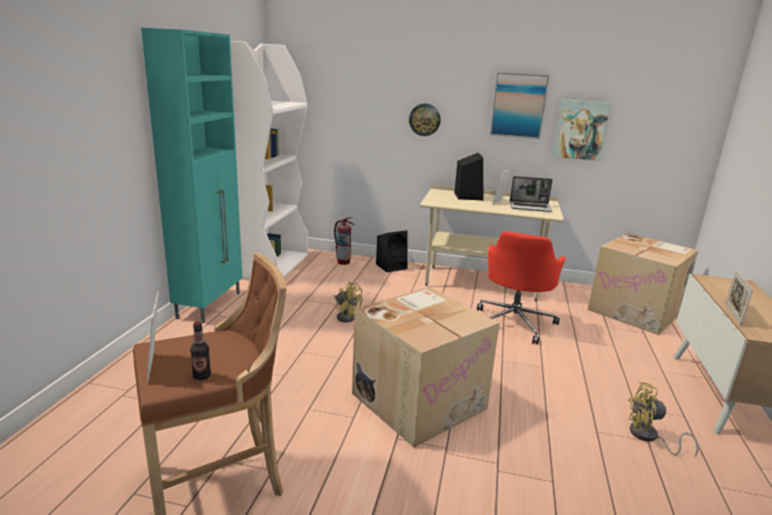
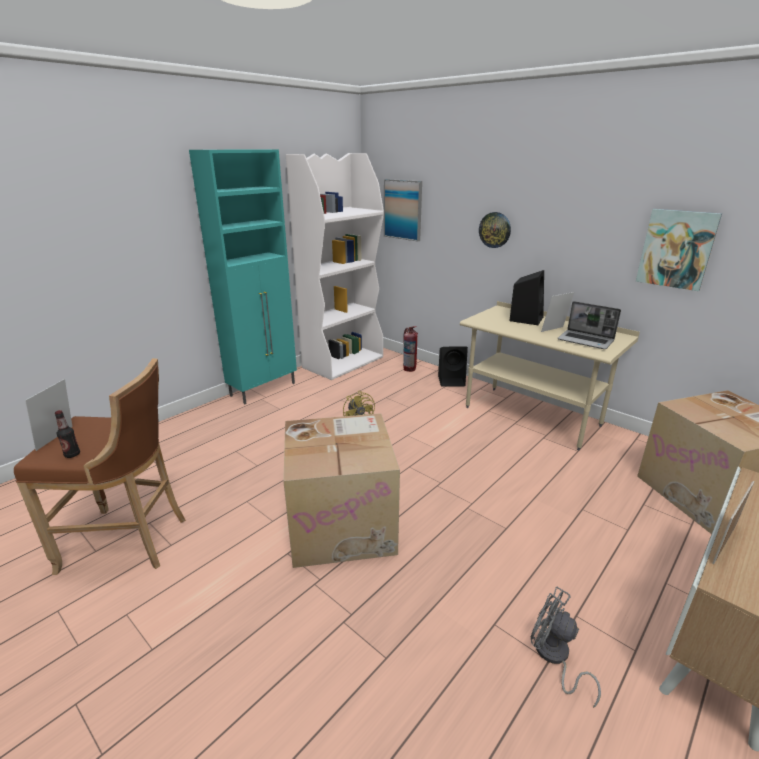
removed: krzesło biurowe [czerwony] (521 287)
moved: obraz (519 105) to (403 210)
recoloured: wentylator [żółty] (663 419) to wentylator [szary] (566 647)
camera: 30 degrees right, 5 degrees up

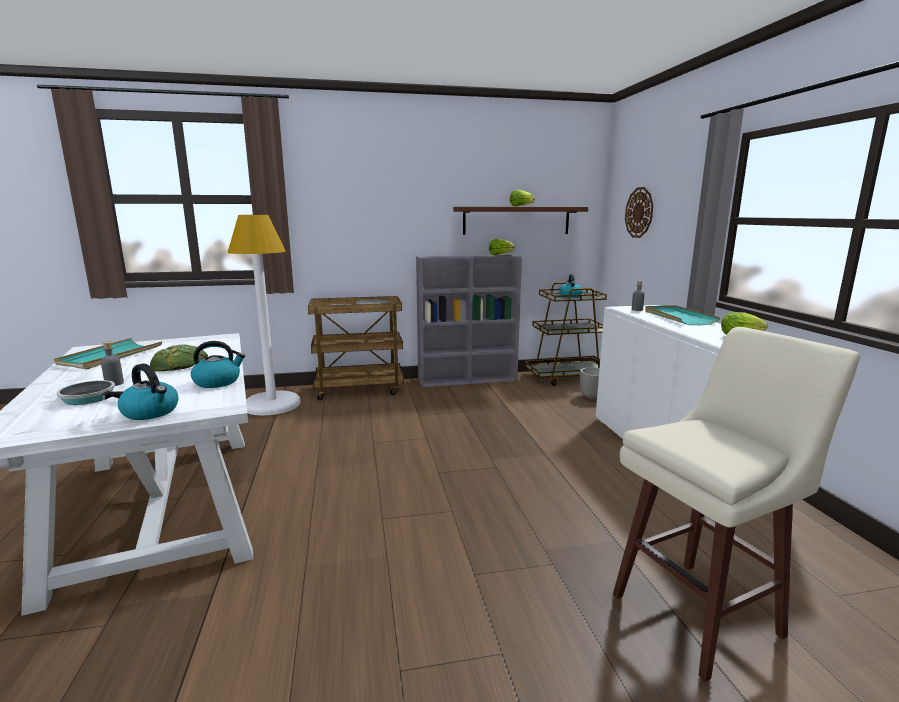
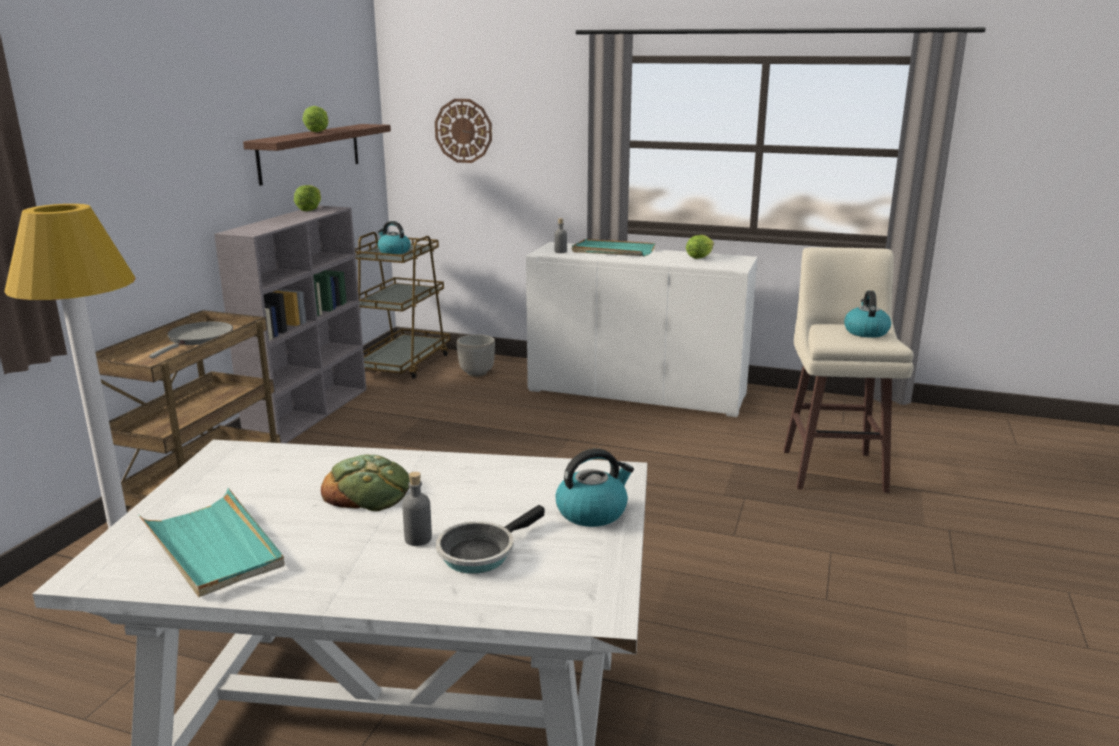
moved: czajnik (218 364) to (867 314)
camera: 60 degrees left, 5 degrees up

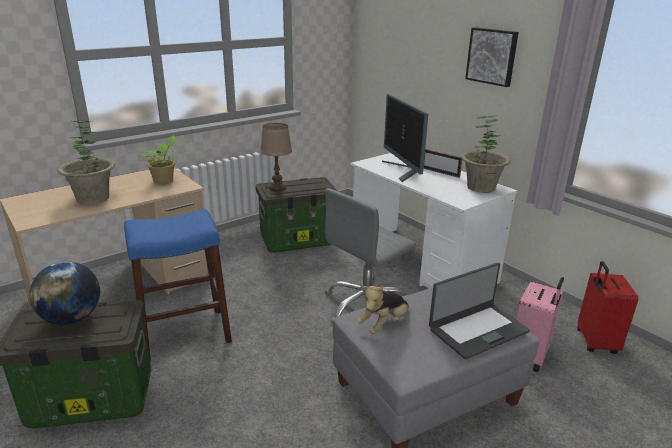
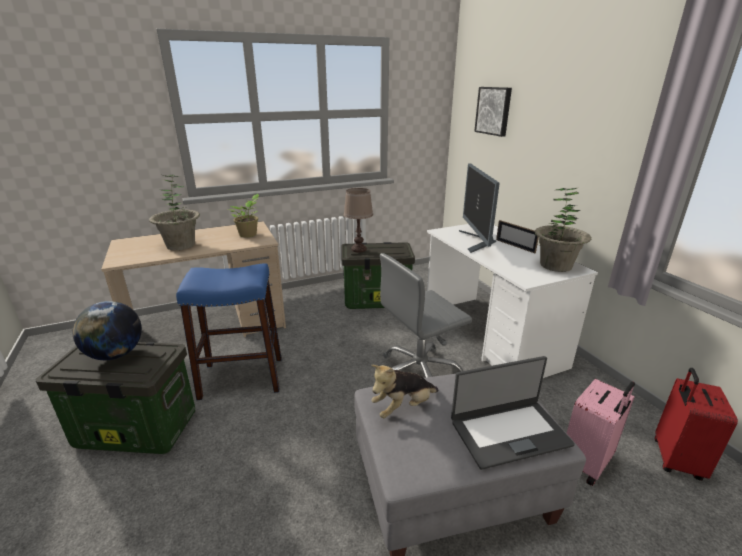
moved: obraz (492 57) to (493 112)
camera: 15 degrees right, 0 degrees up

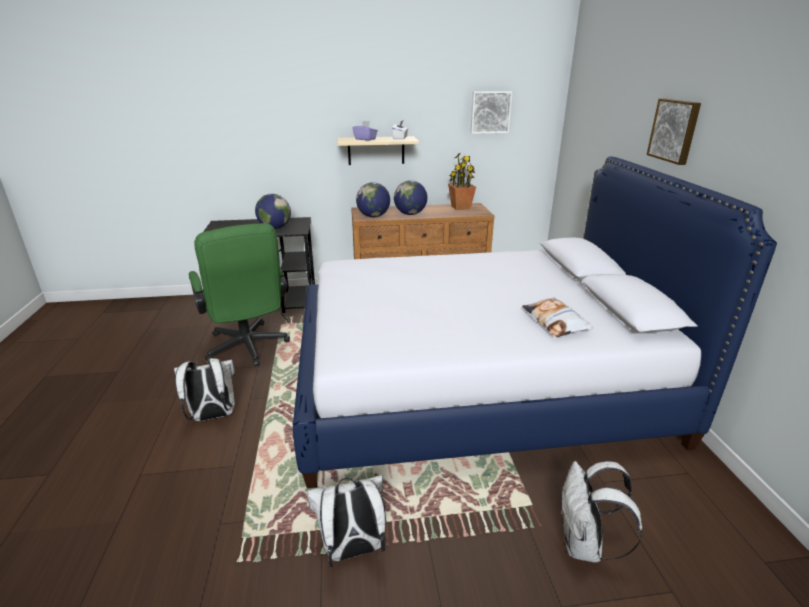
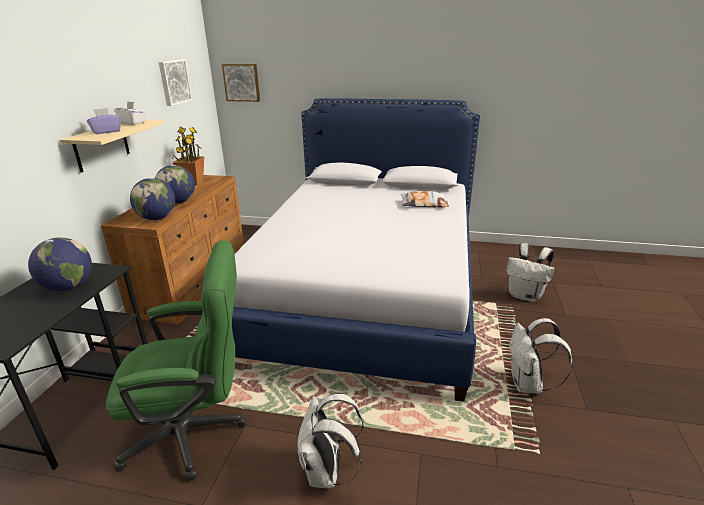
moved: obraz (674 131) to (241 83)
camera: 70 degrees left, 0 degrees up

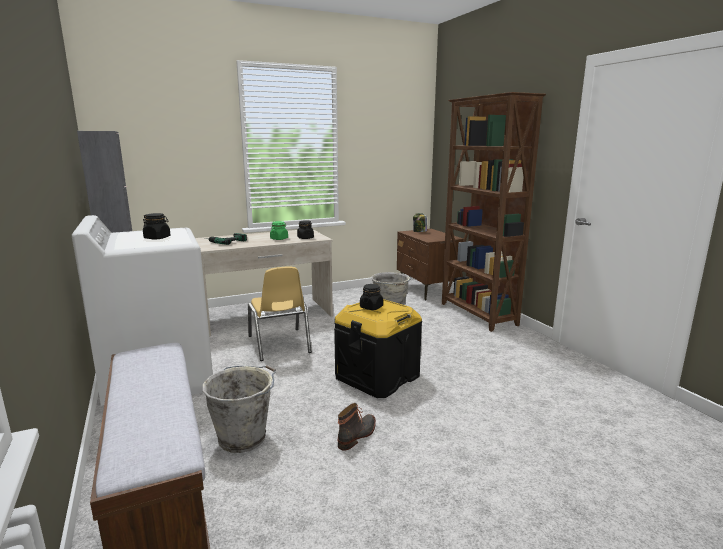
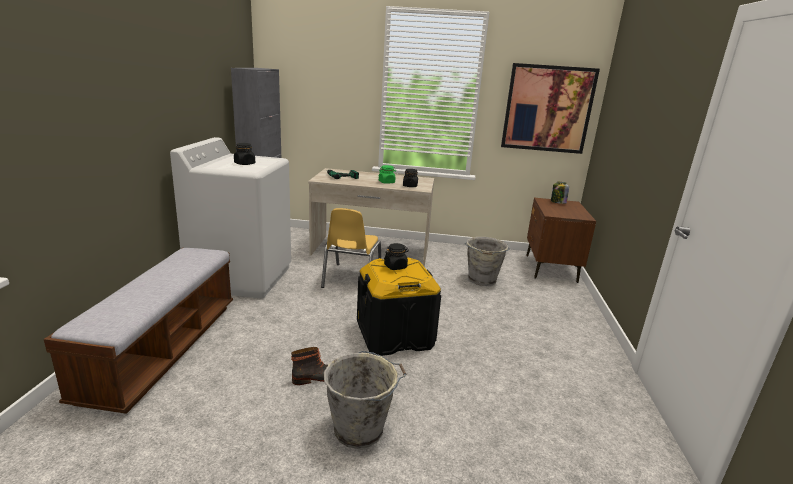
removed: regał [brązowy] (494 212)
added: obraz (550 108)
moved: wiadro [szary] (239 409) to (365 400)
camera: 30 degrees right, 5 degrees up

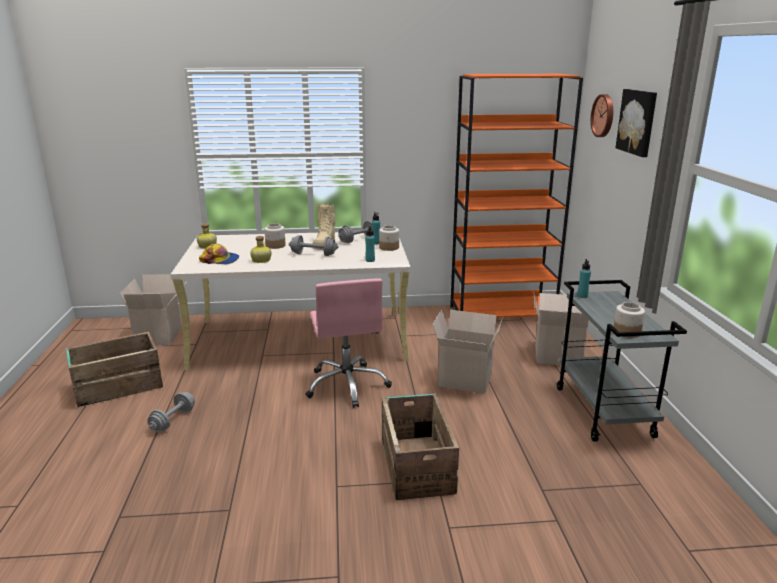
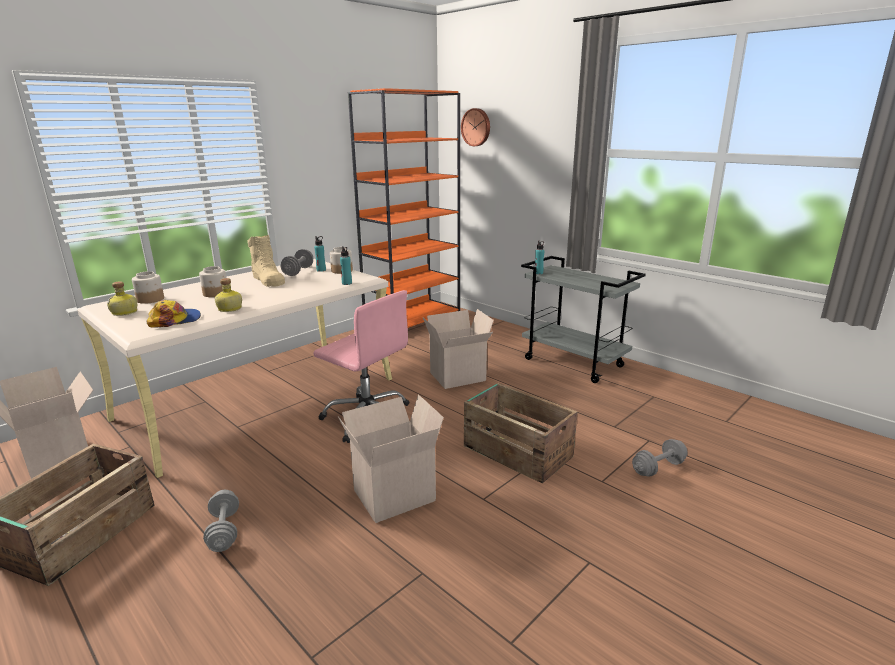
removed: obraz (636 123)
moved: hantel [szary] (313 245) to (660 458); karton (562 329) to (391 459); słoik (629 320) to (148 287)
camera: 40 degrees left, 0 degrees up

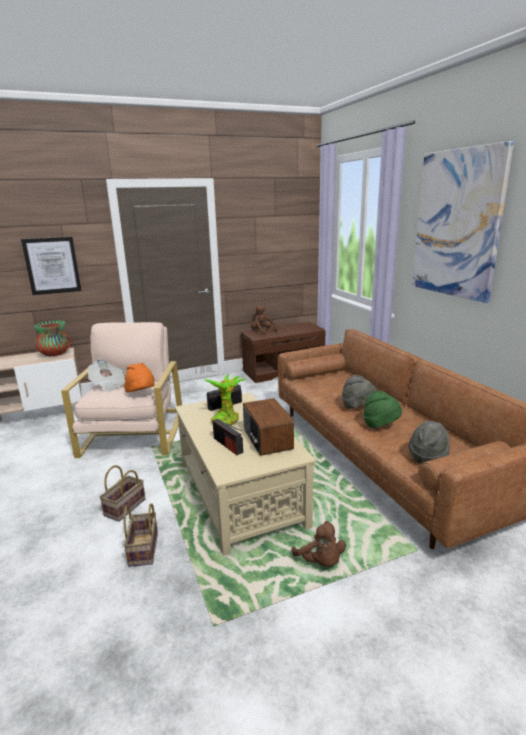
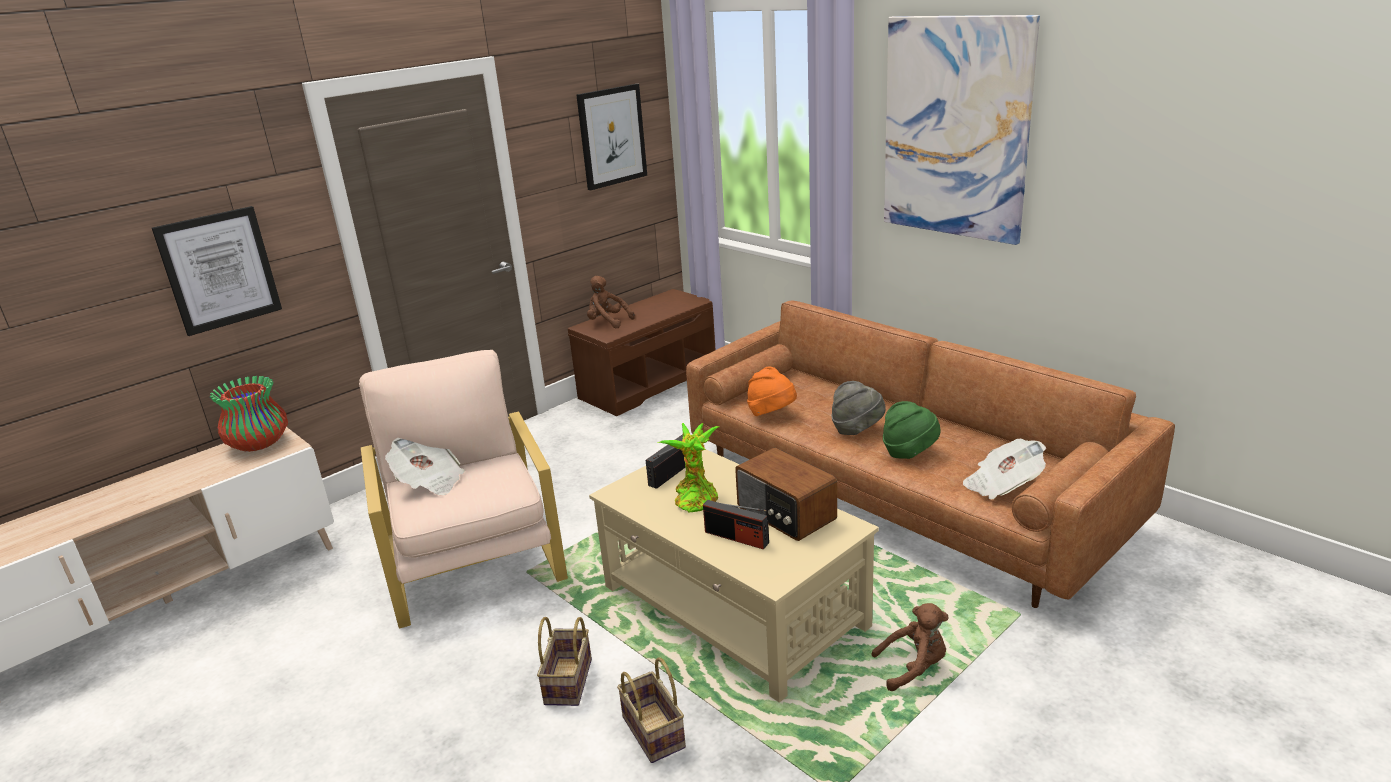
added: obraz (611 137)
moved: kapelusz [pomarańczowy] (139 377) to (772 391)
replaced: kapelusz [szary] (429 442) to gazeta (1004 469)
turned: pluszak [brązowy] (319 544) = (910 647) 45 degrees counterclockwise
camera: 20 degrees left, 5 degrees up

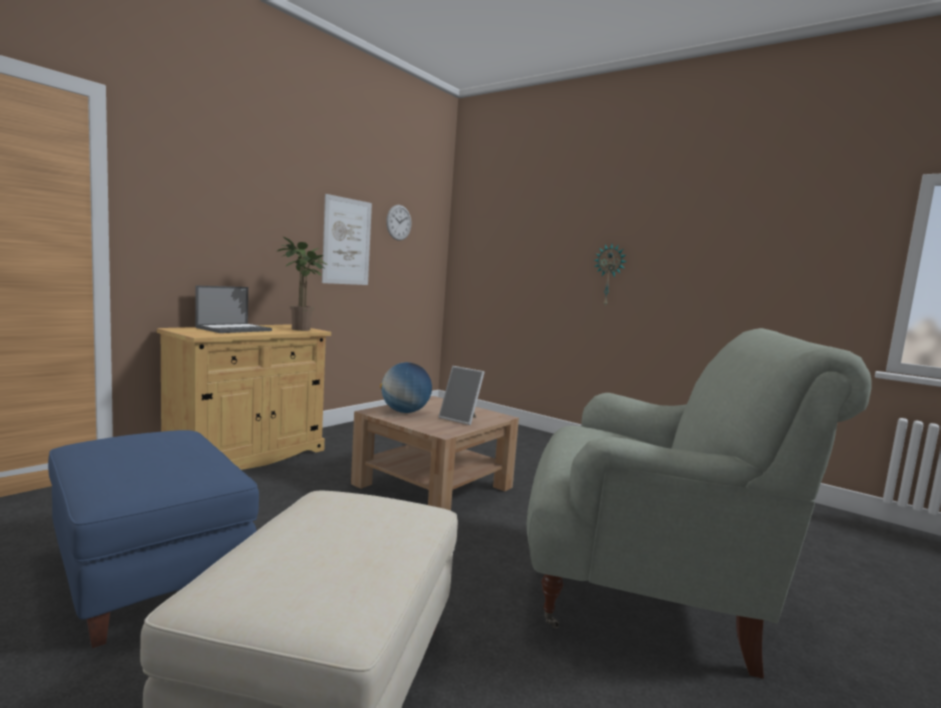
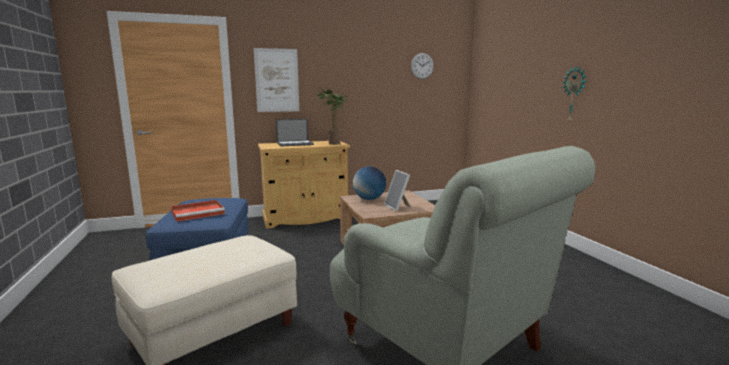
added: taca [czerwony] (198 211)
moved: obraz (347 239) to (276 80)
camera: 35 degrees right, 5 degrees up

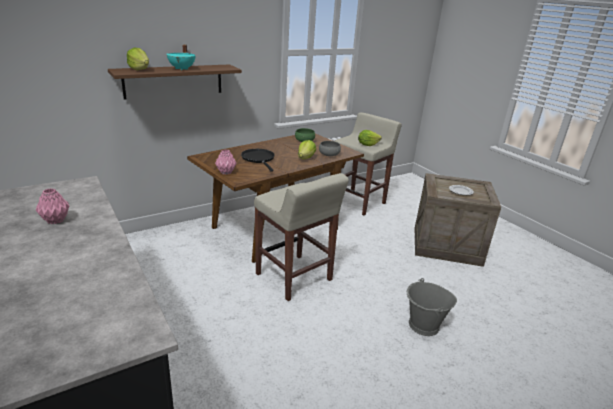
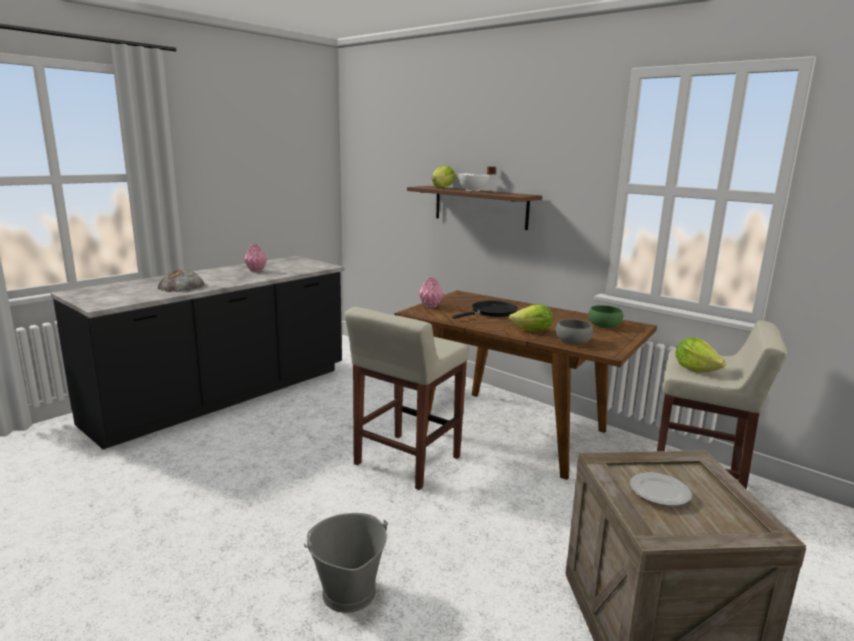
added: chleb (181 281)
recoloured: garnek [turkusowy] (181 57) to garnek [biały] (475 179)
camera: 75 degrees right, 10 degrees down

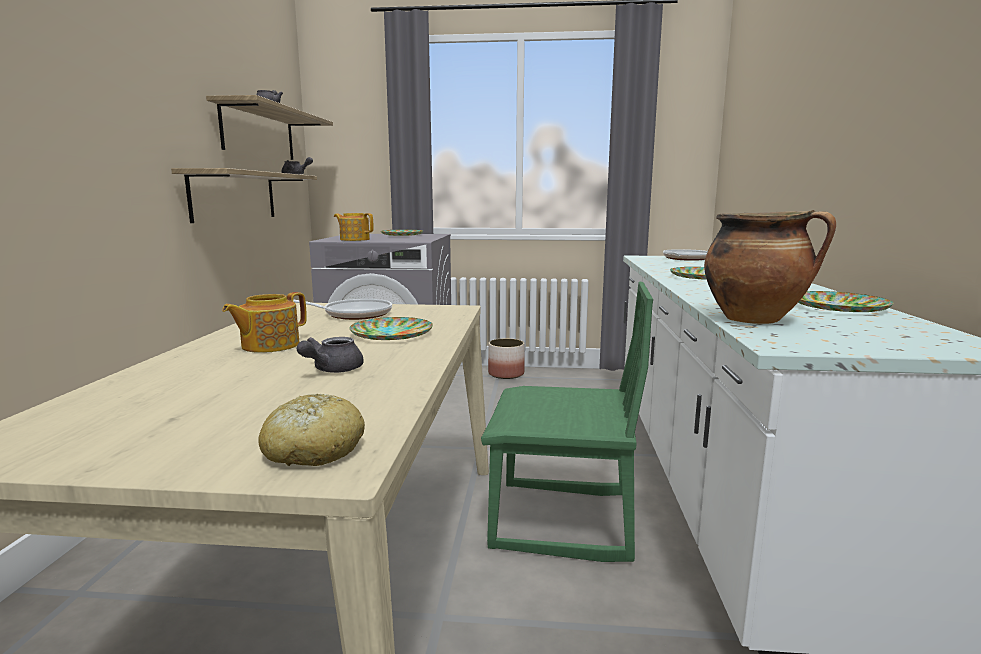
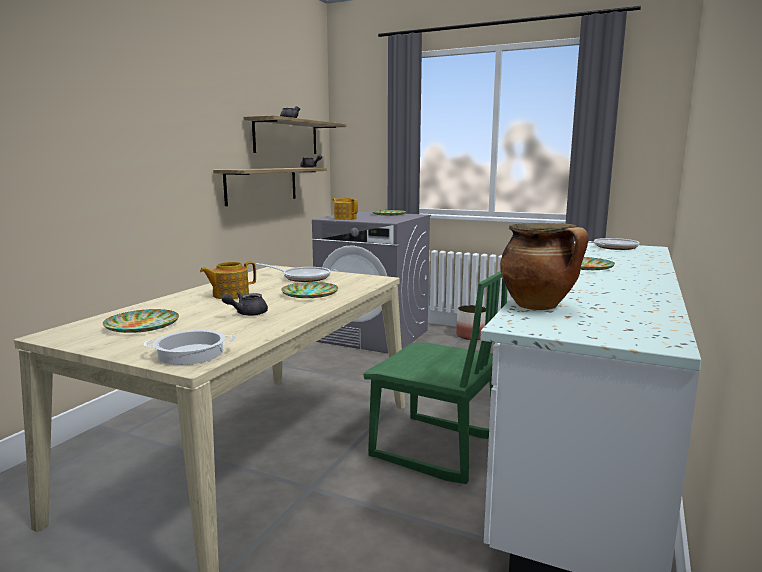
moved: talerz (846 301) to (141 321)
replaced: chleb (311 430) to garnek (190 347)
camera: 20 degrees right, 0 degrees up

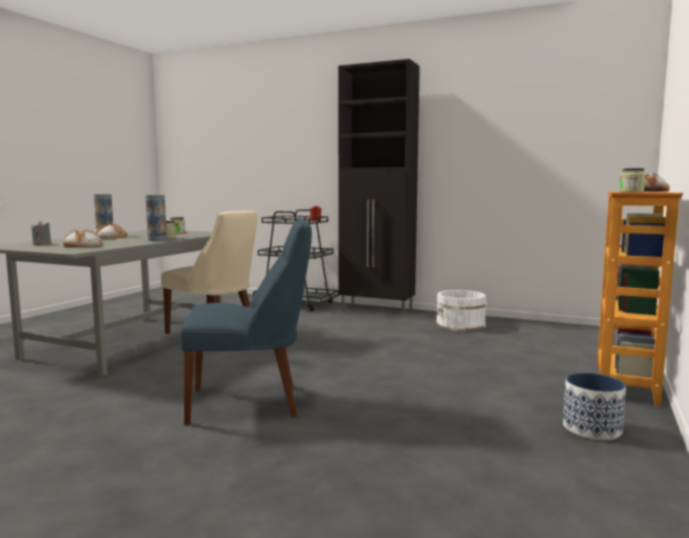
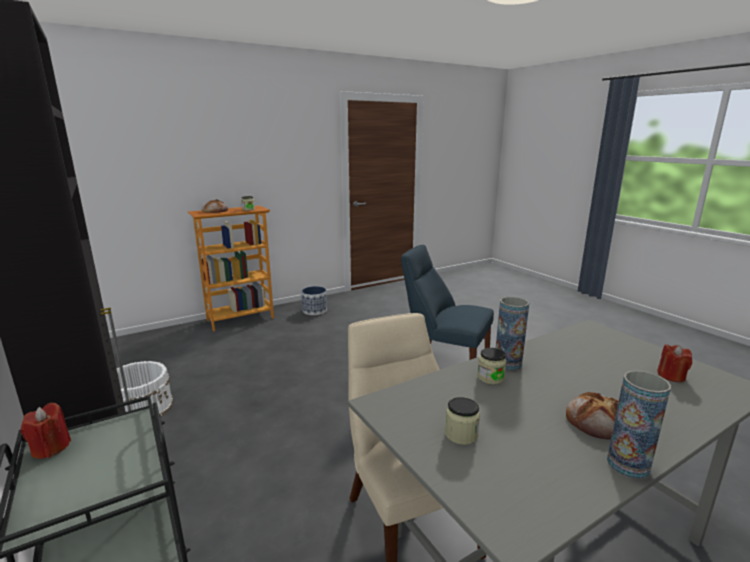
removed: chleb (83 238)
recoloured: świeca [szary] (41 233) to świeca [czerwony] (674 363)
camera: 145 degrees left, 10 degrees up

